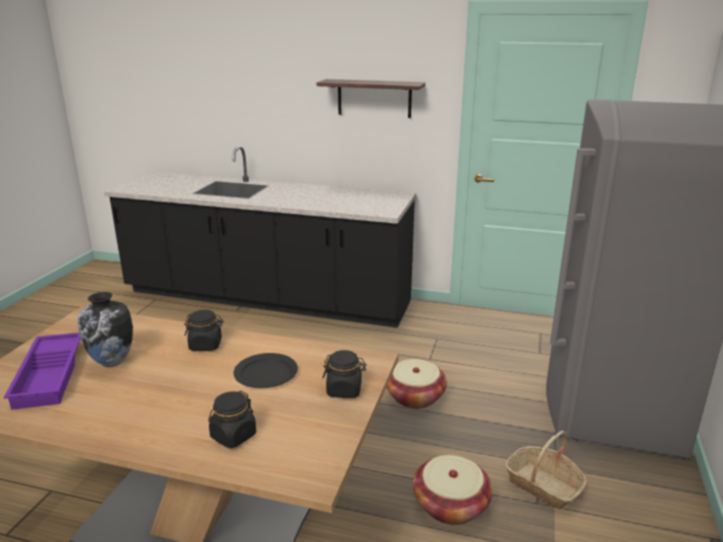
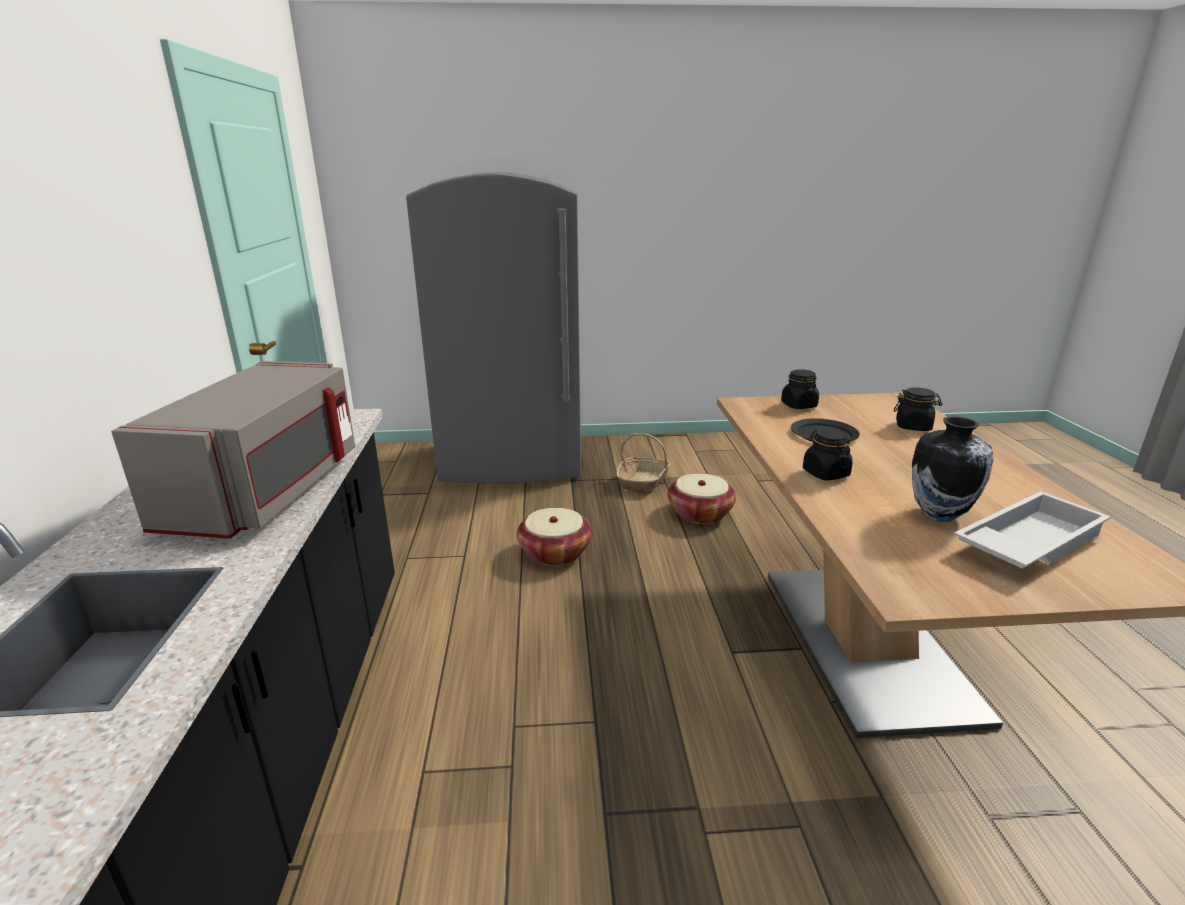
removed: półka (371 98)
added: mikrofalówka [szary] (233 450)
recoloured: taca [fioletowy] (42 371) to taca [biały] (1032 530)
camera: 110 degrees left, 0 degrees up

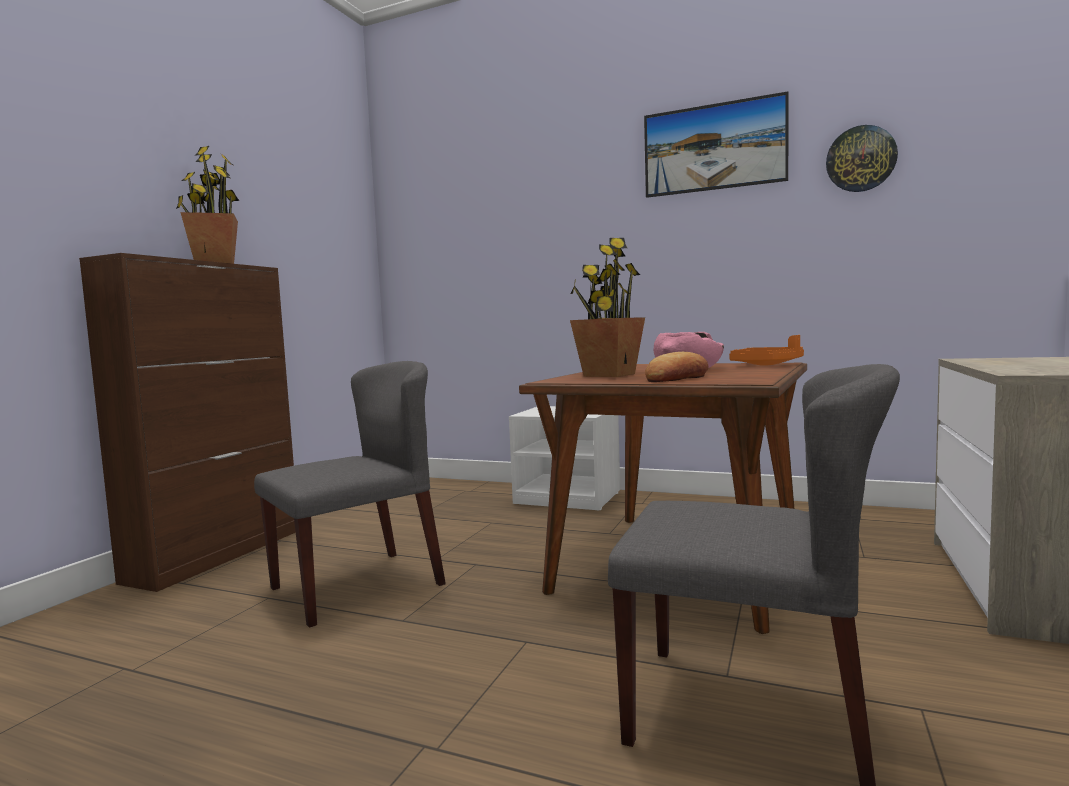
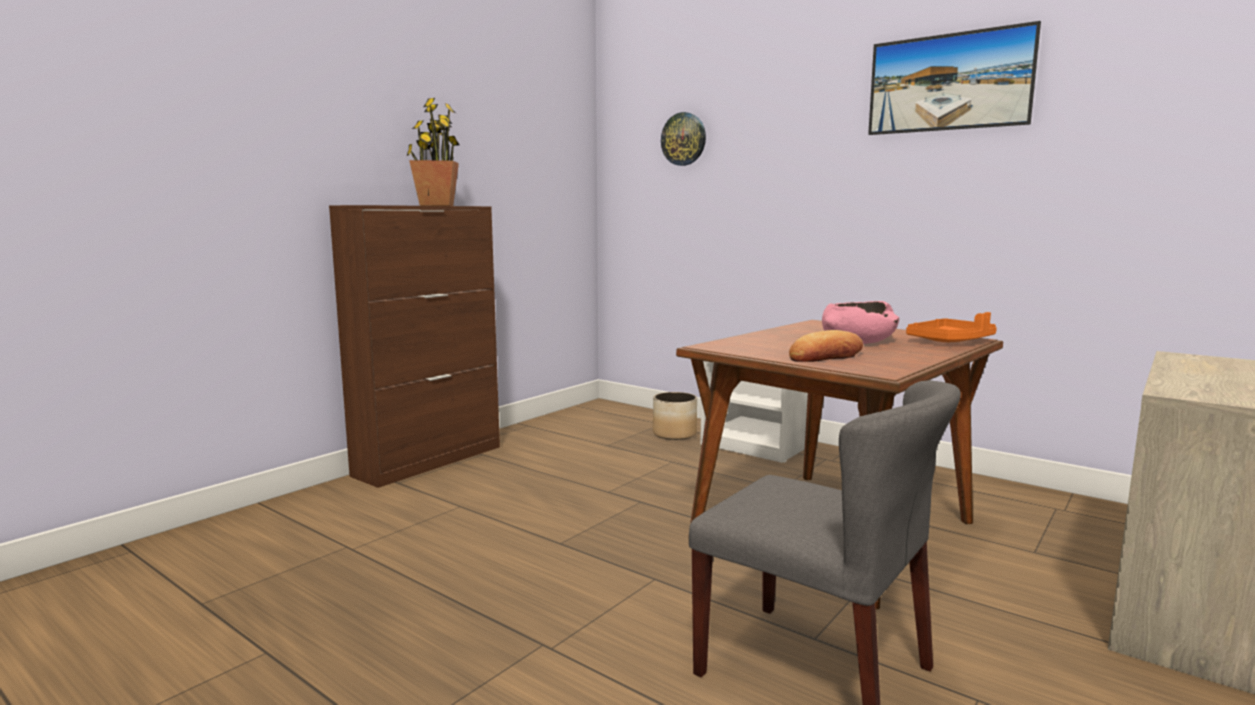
removed: krzesło [szary] (350 494); roślina doniczkowa (607 307)
added: donica (675 416)
moved: zegar ścienny (862 158) to (683 139)
camera: 15 degrees right, 5 degrees up

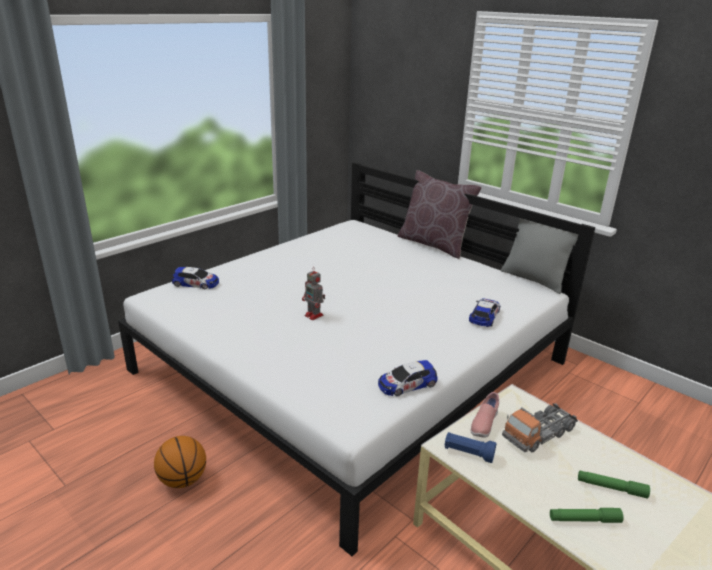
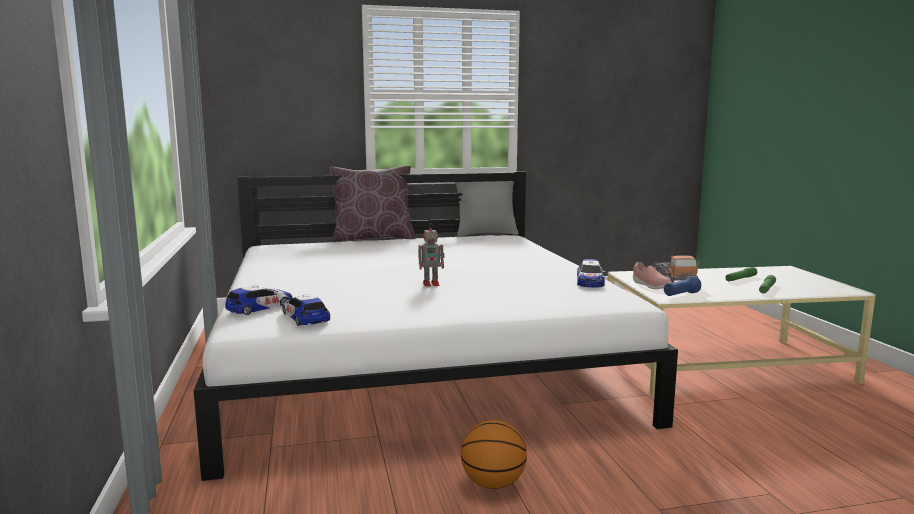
moved: samochodzik (484 313) to (306 310)
camera: 55 degrees left, 15 degrees down

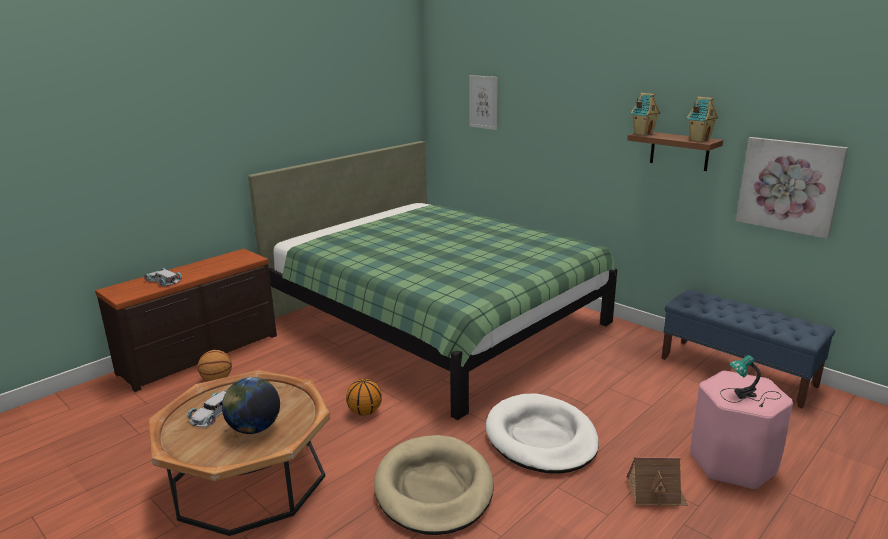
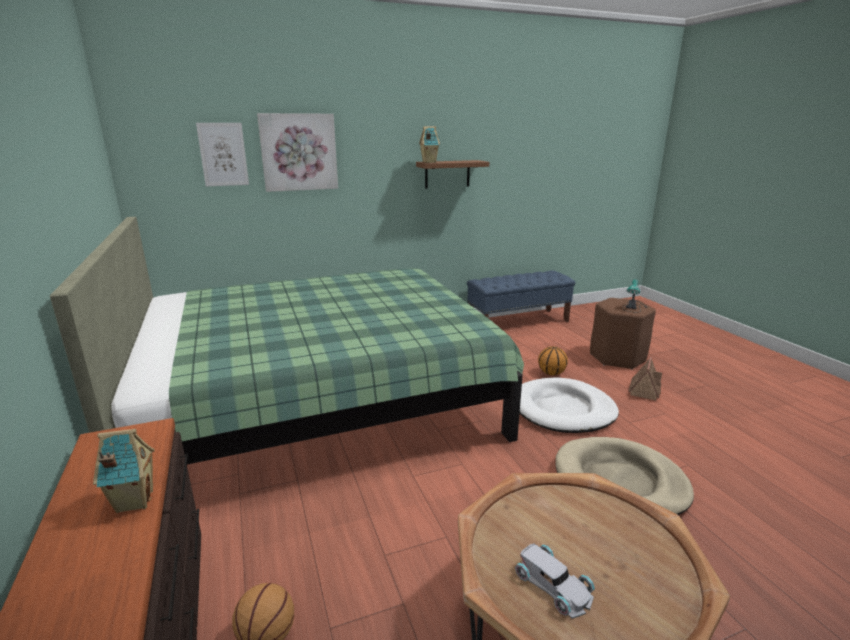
removed: samochodzik [biały] (163 277); globus (251 405)
moved: piłka do koszykówki (364 397) to (553 360); domek (702 119) to (124 471); obraz (792 188) to (297 152)
recoloured: stołek [różowy] (741 430) to stołek [brązowy] (623 333)
camera: 65 degrees left, 0 degrees up

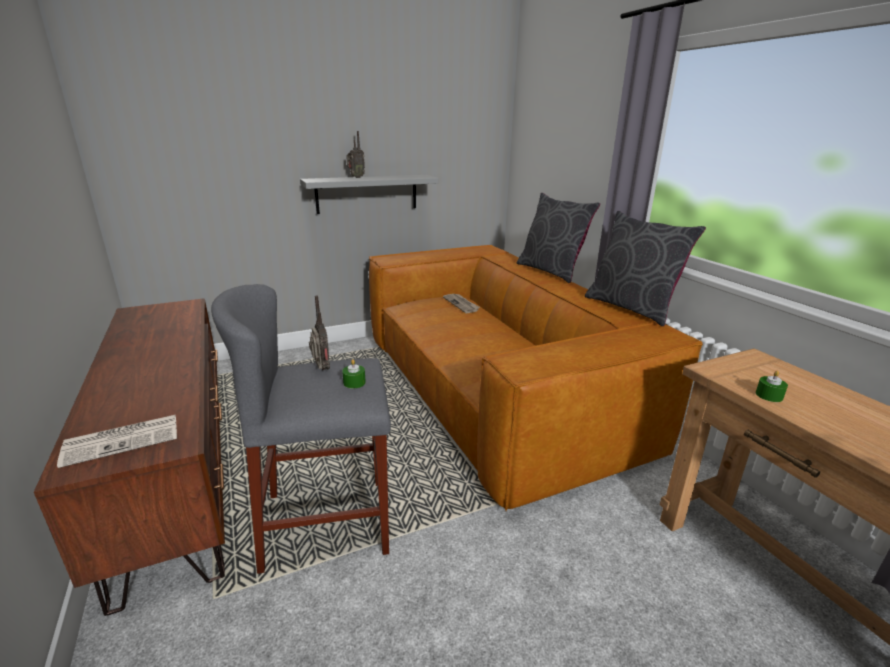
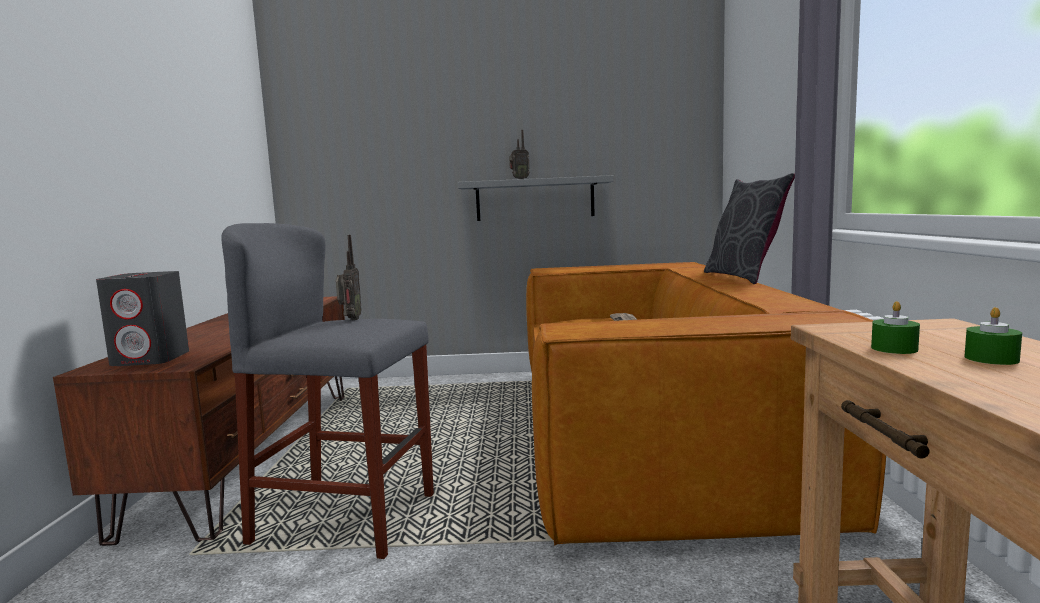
removed: poduszka [szary] (645 268)
moved: świeca [zielony] (354 374) to (993 336)
replaced: gazeta (117 441) to głośnik [szary] (142 318)
camera: 25 degrees right, 15 degrees down

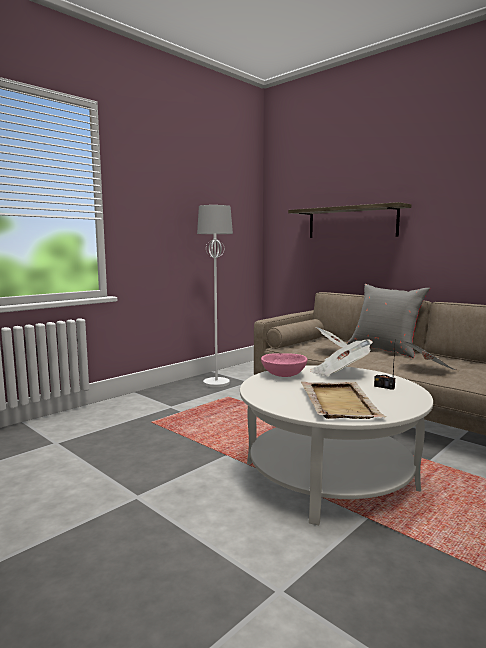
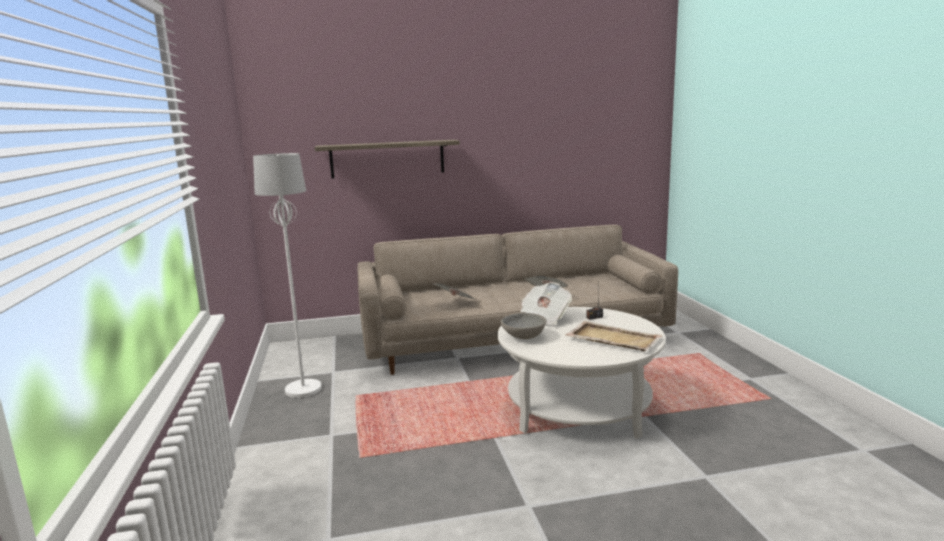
removed: poduszka [szary] (388 321)
recoloured: miska [różowy] (284 365) to miska [szary] (523 326)
camera: 55 degrees left, 5 degrees up

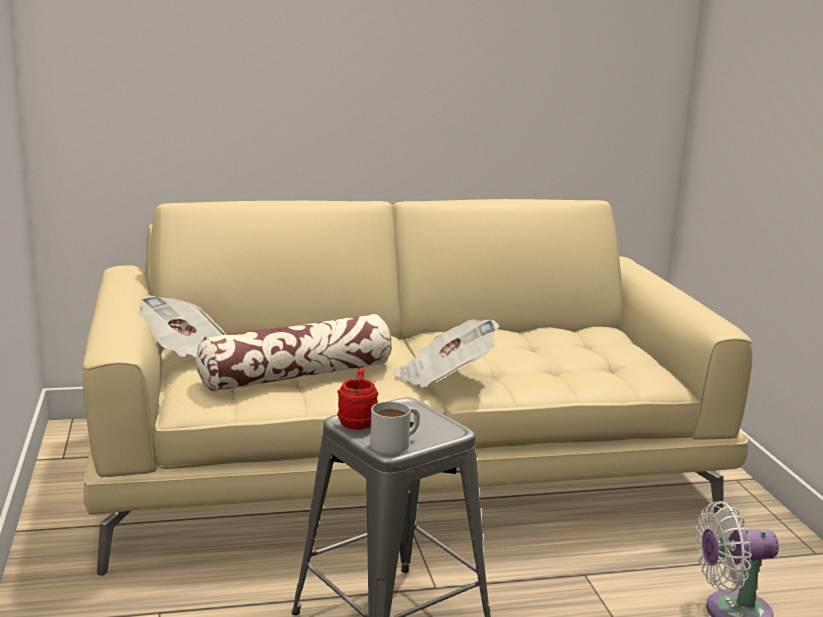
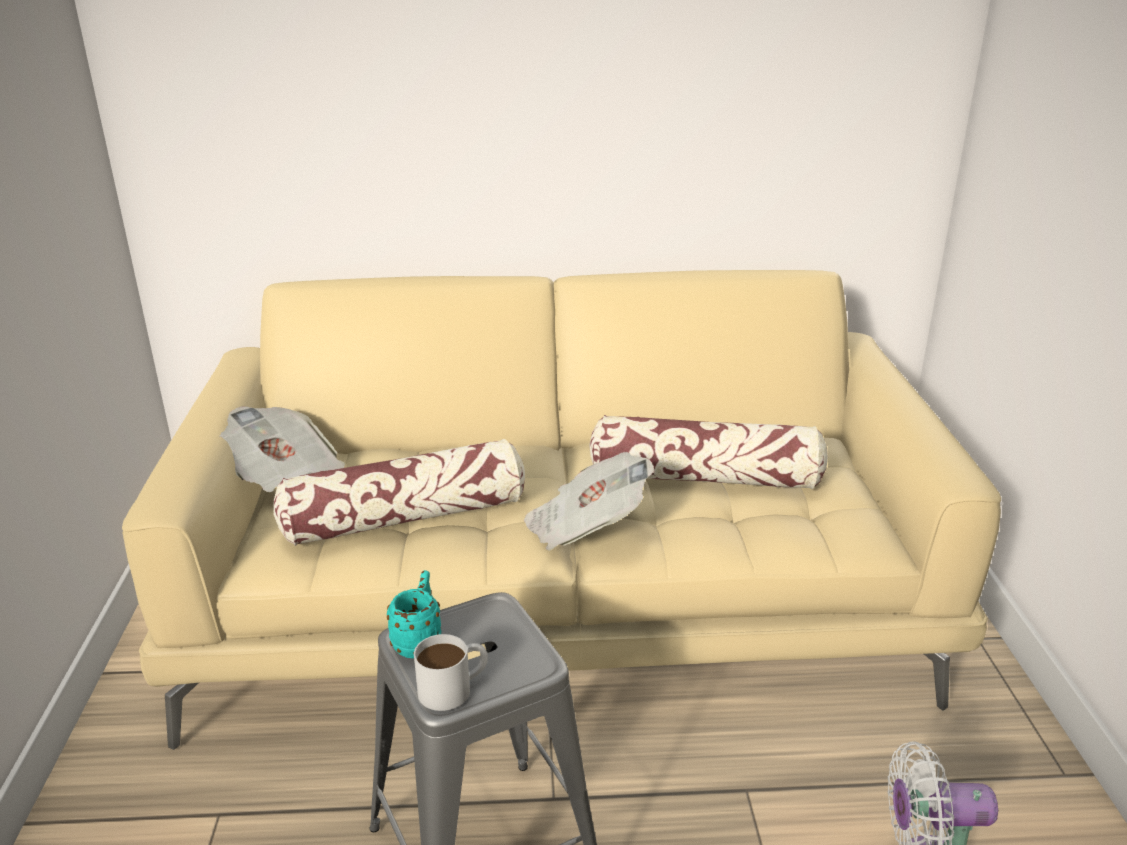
added: poduszka (708 452)
recoloured: kubek [czerwony] (357 398) to kubek [turkusowy] (414 614)
camera: 10 degrees right, 10 degrees up

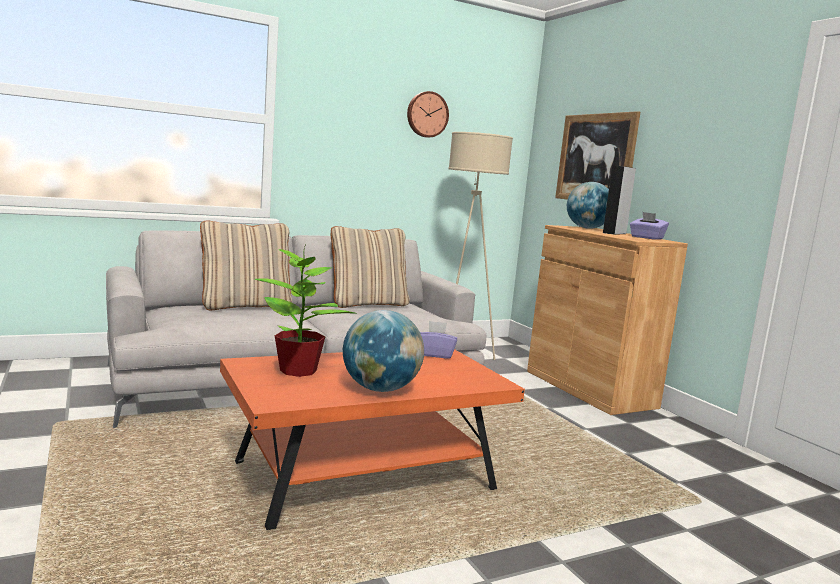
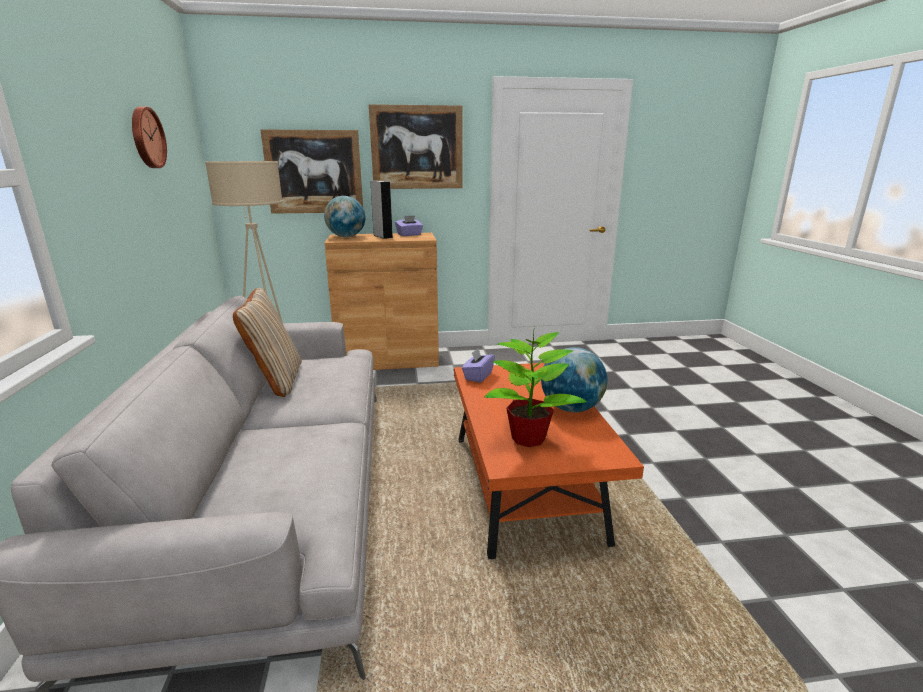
removed: poduszka [beżowy] (246 265)
added: obraz (416 146)
camera: 70 degrees left, 10 degrees up

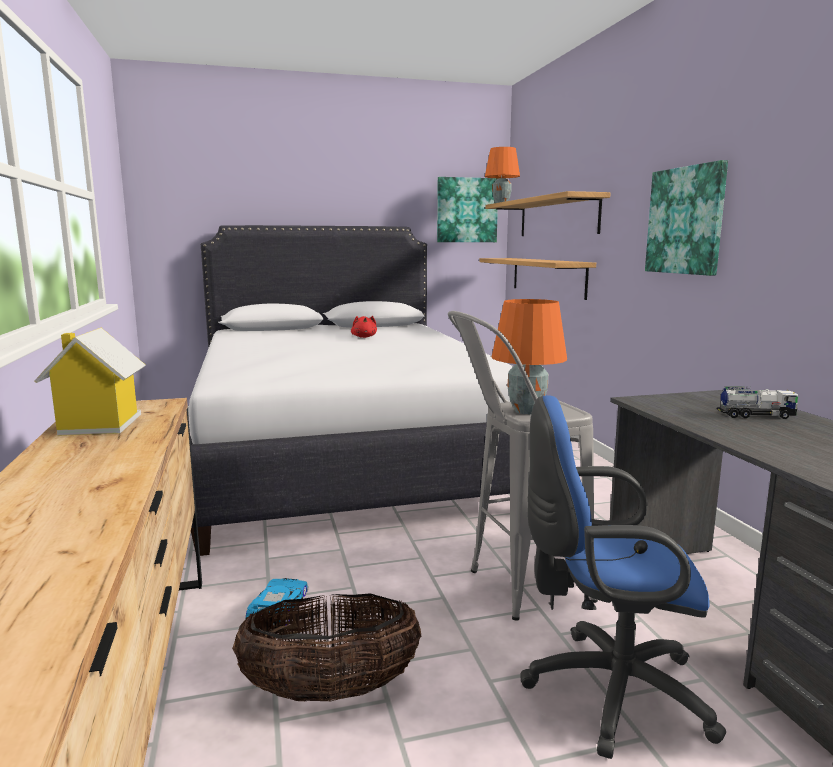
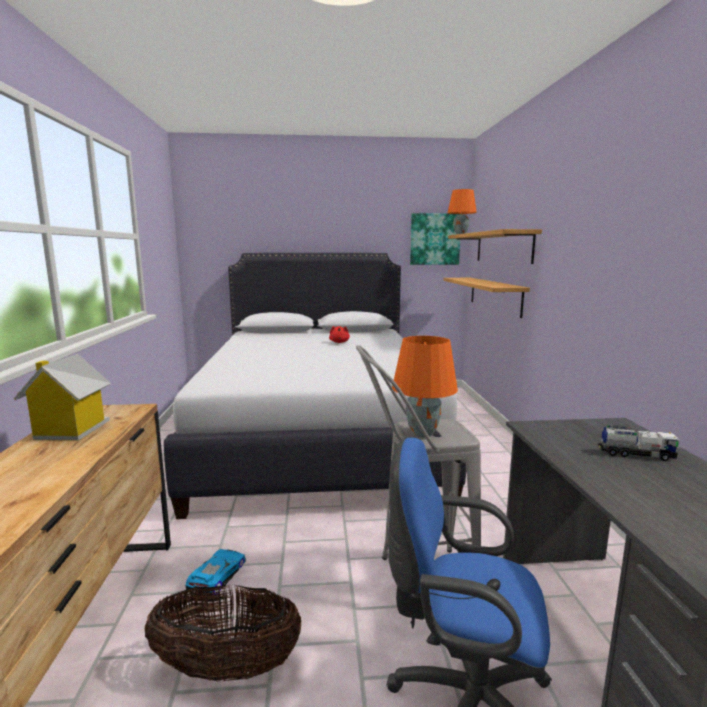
removed: obraz (686 218)
camera: 10 degrees right, 0 degrees up

